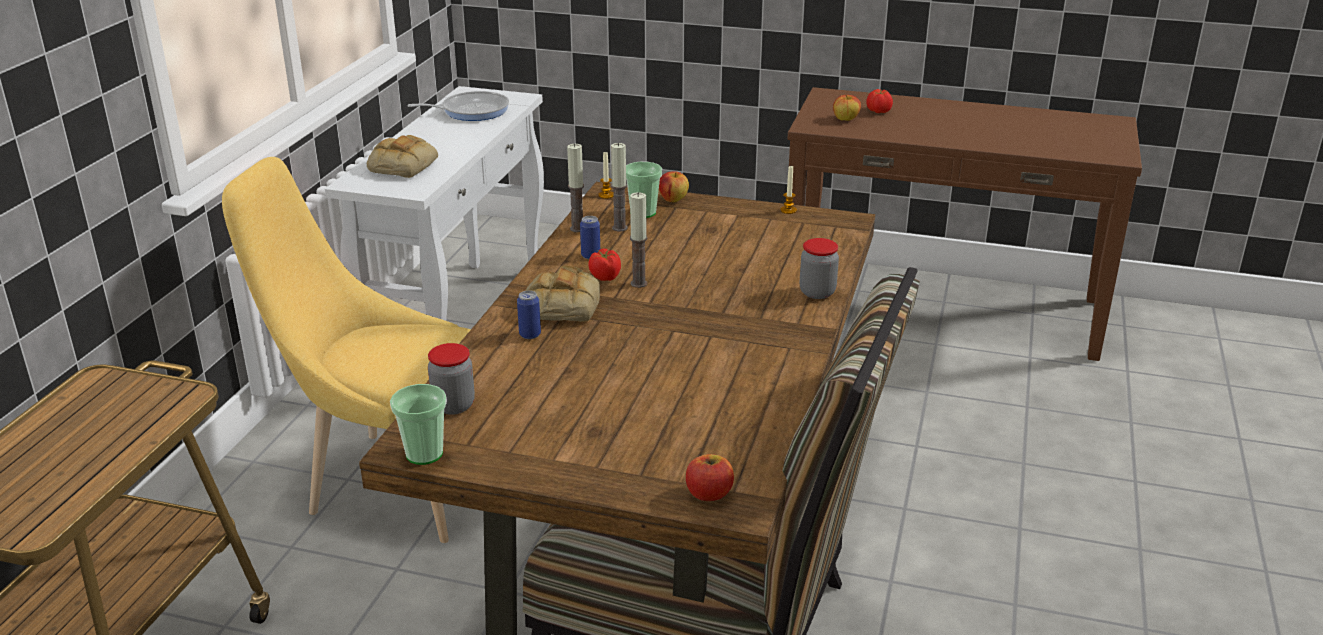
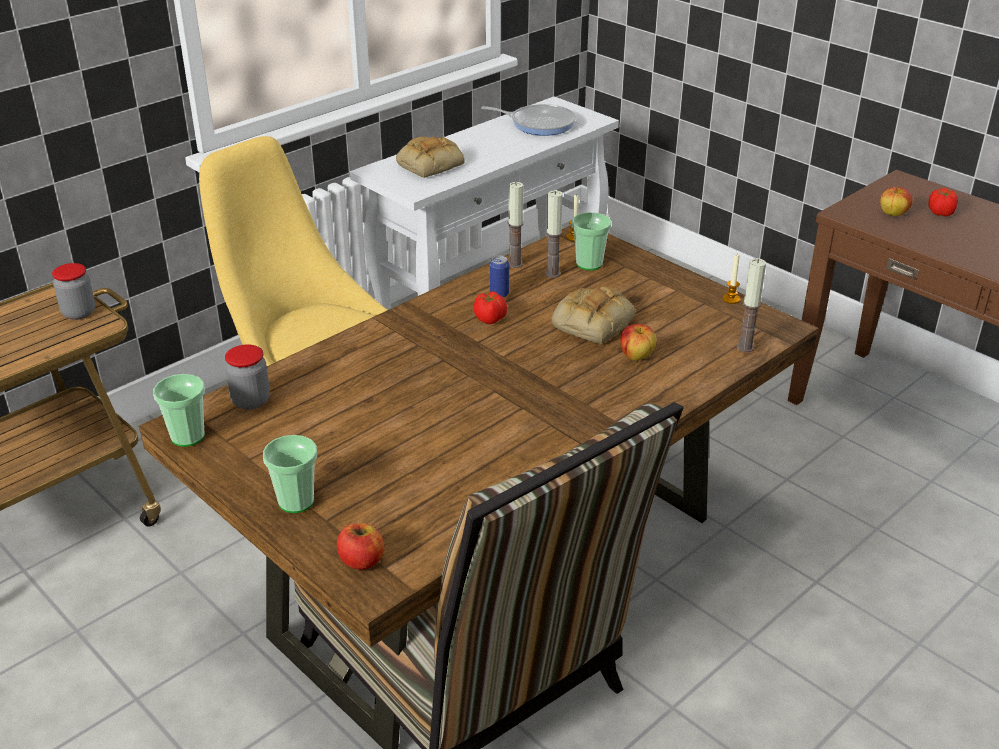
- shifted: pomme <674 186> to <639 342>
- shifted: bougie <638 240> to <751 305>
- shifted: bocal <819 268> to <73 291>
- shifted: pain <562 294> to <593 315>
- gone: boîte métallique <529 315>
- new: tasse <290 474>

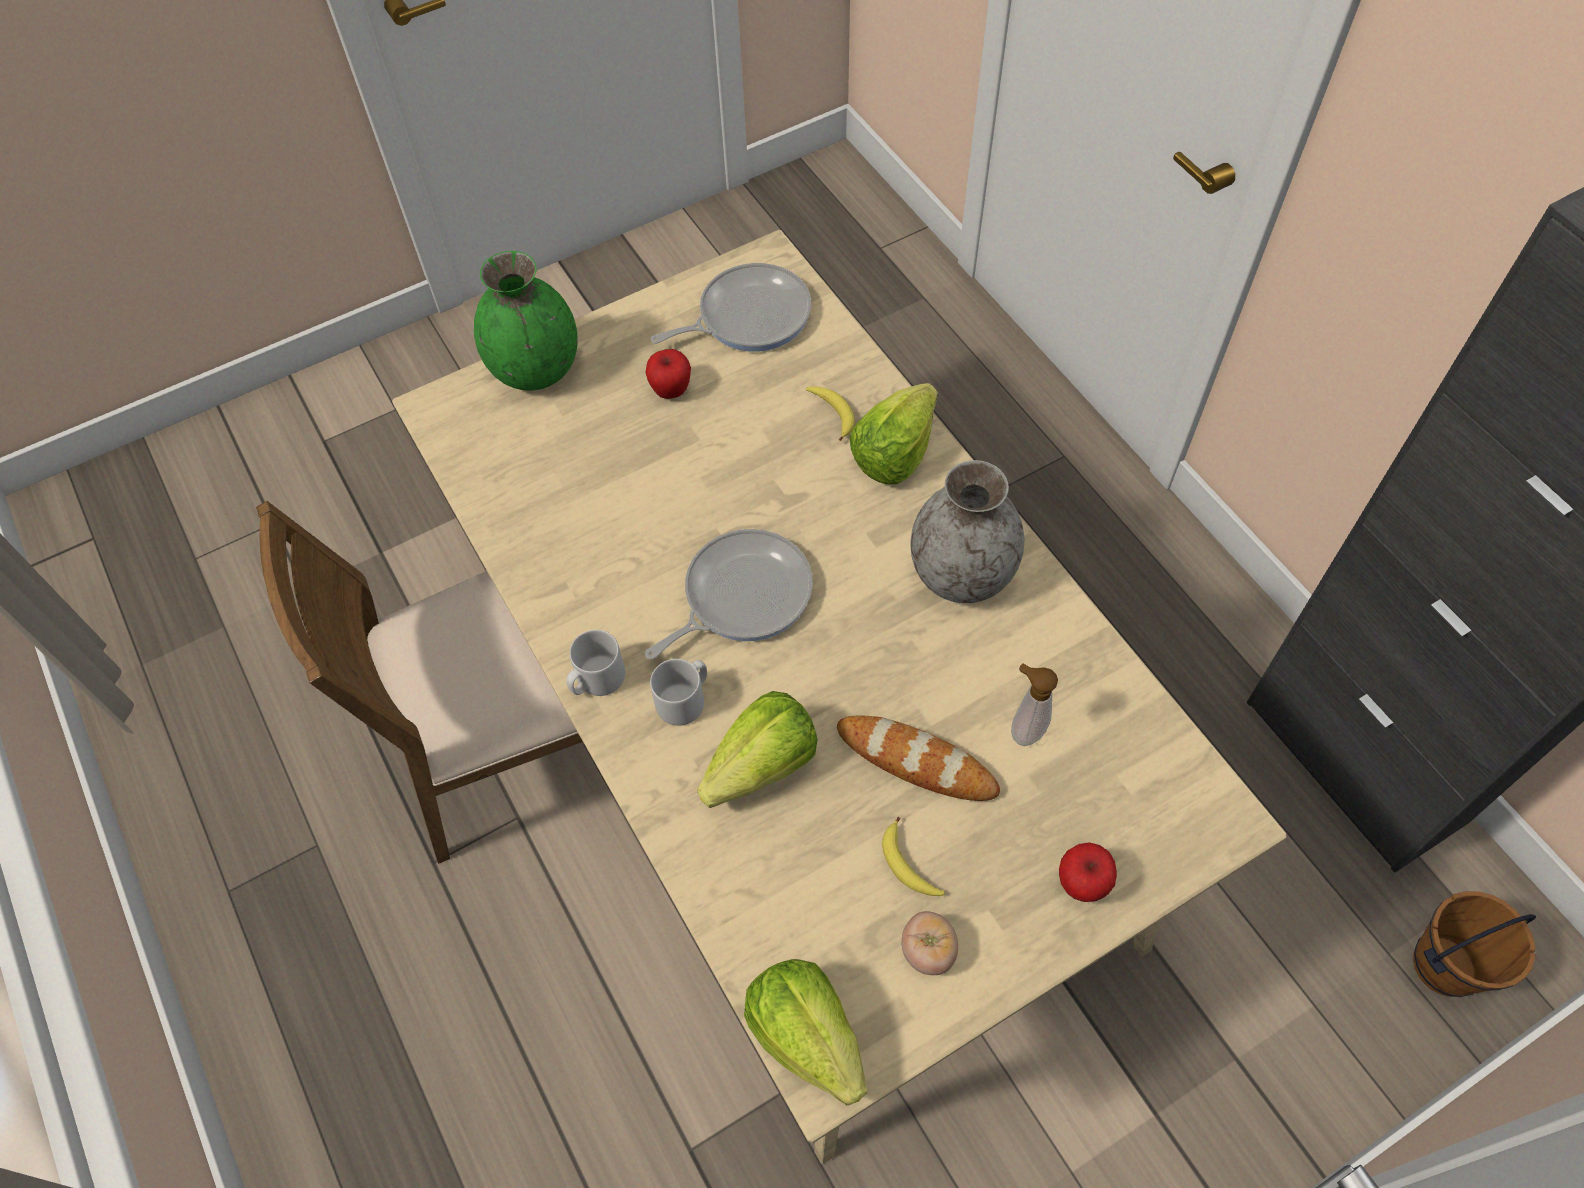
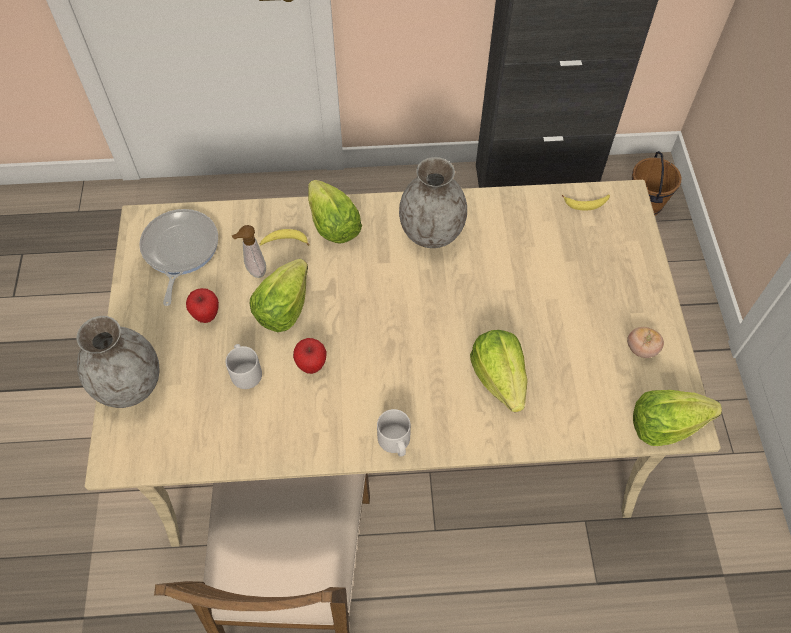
- repainted: vase [vert] <525 321> to vase [gris] <118 362>
- gone: poêle <729 594>
- shifted: mug [gris] <678 692> to <244 366>
- shifted: distributeur de savon <1034 704> to <249 251>
- gone: pain <918 758>
- shifted: banane <913 856> to <586 202>
- shifted: pomme <1088 872> to <310 356>
- new: laitue <279 295>

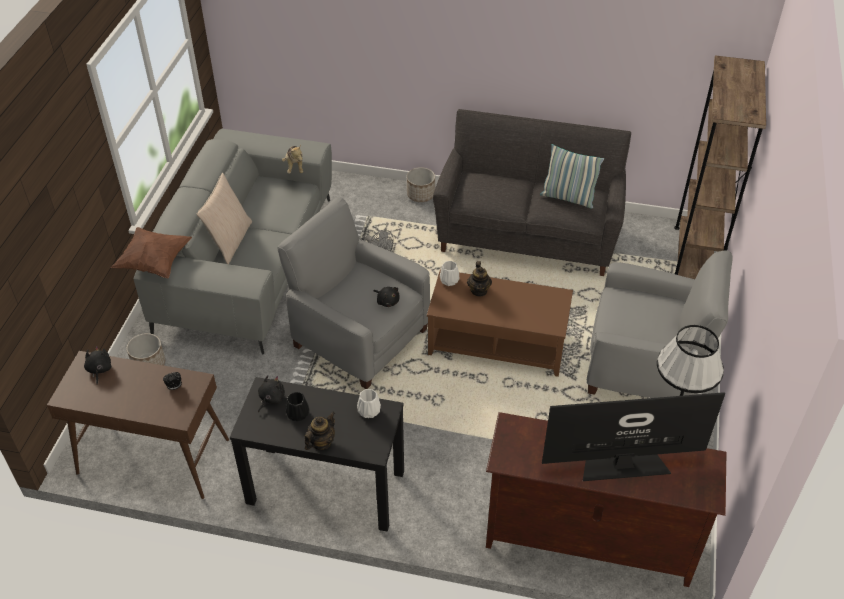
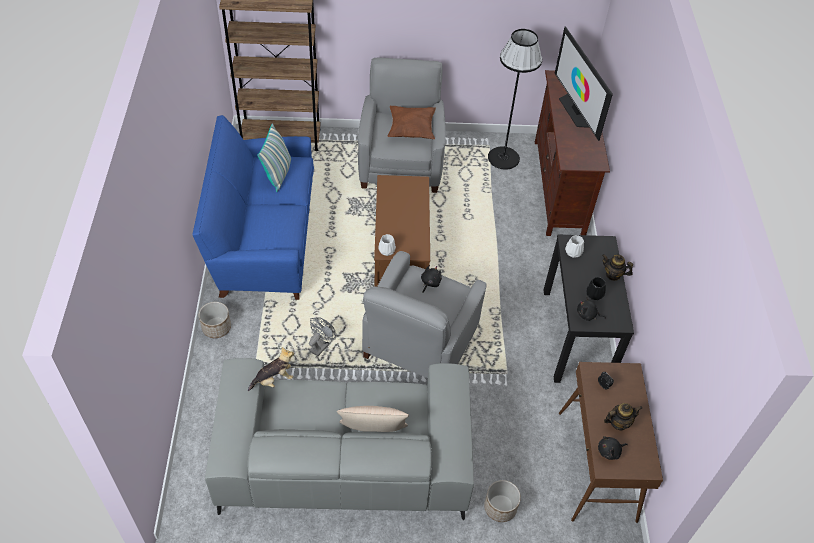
- repainted: canapé [gris] <532 192> to canapé [bleu] <253 207>
- shifted: coussin [marron] <151 252> to <412 122>
- shifted: théière <479 279> to <623 417>

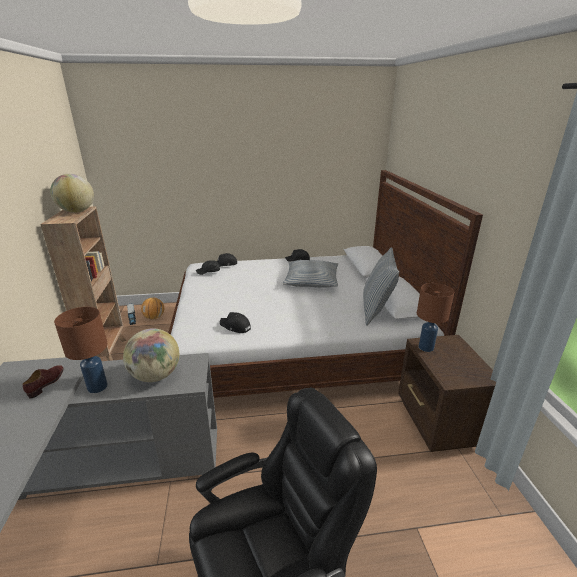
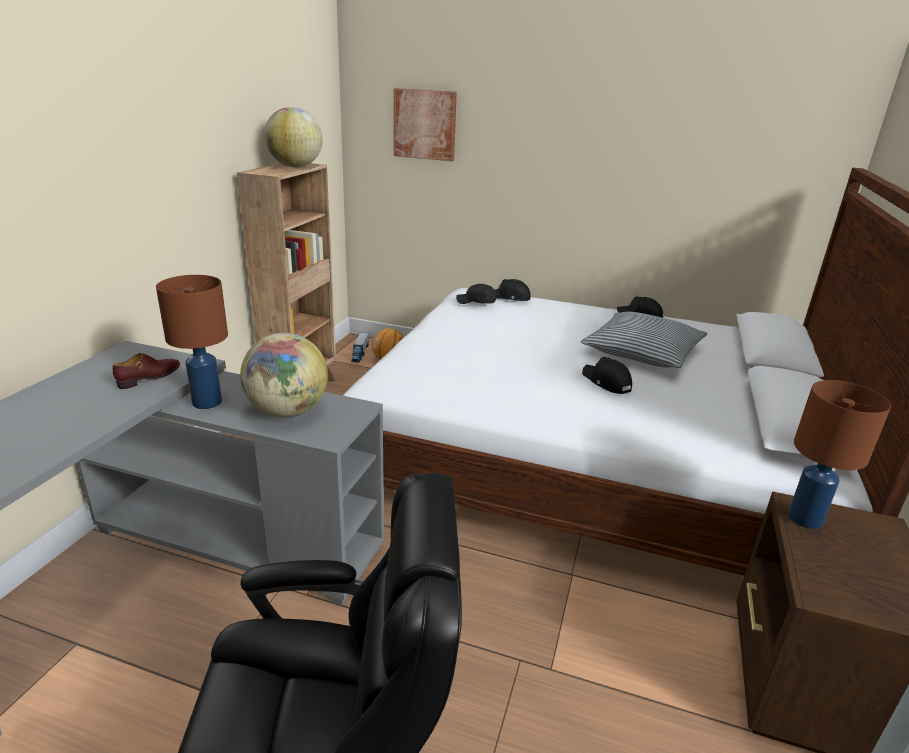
- gone: coussin <381 286>
- shifted: casquette [noir] <235 322> to <607 375>
- new: tableau <425 124>

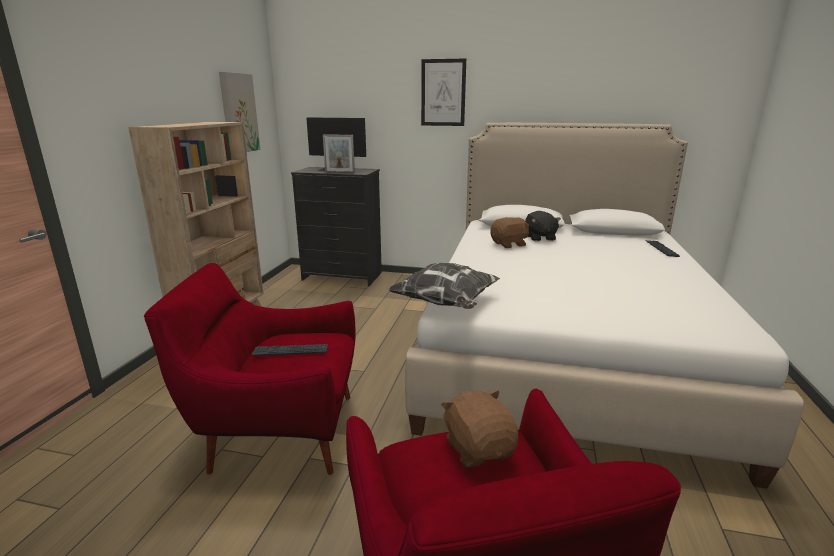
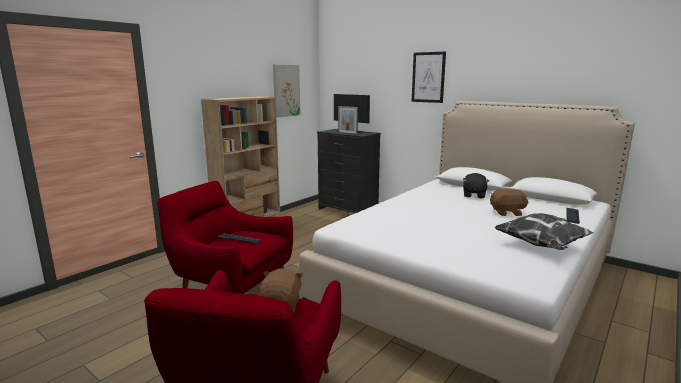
- shifted: peluche [marron] <509 232> to <509 202>
- shifted: coussin <444 286> to <544 231>

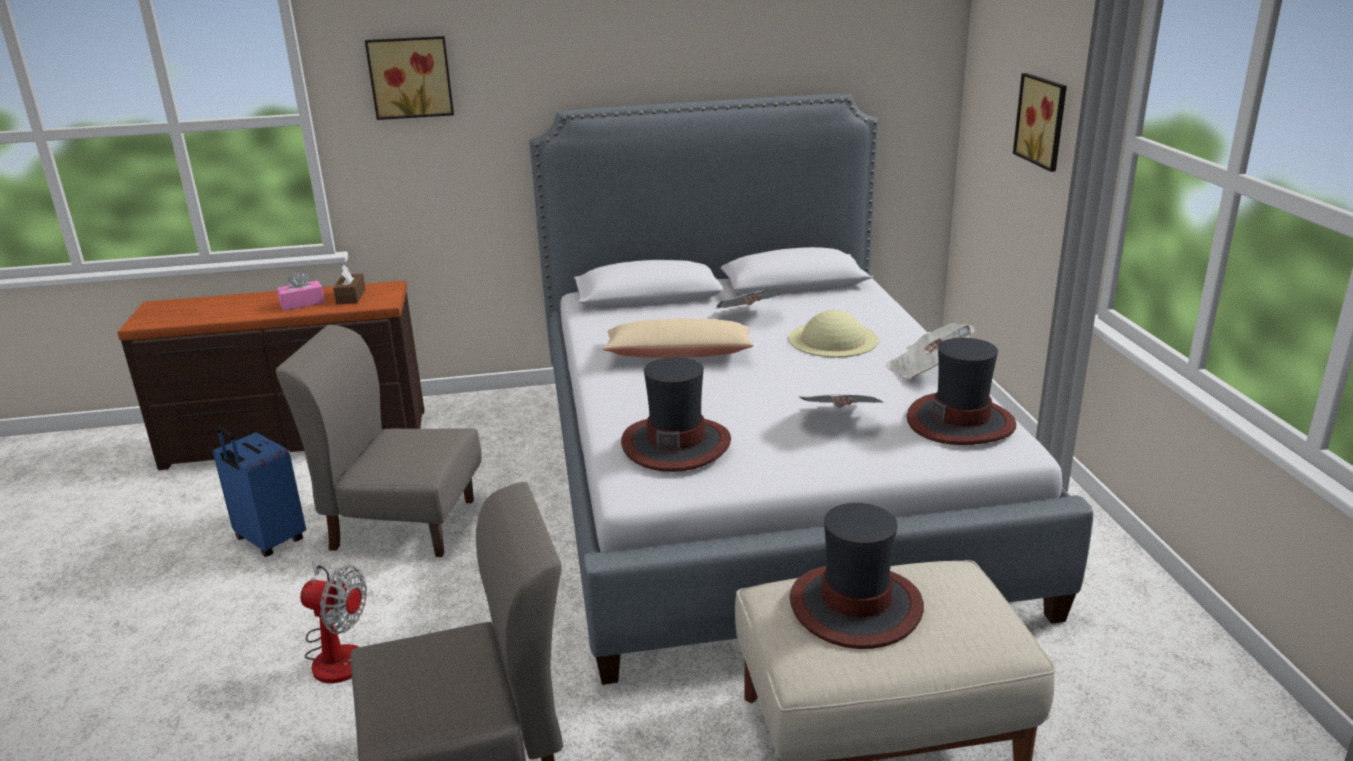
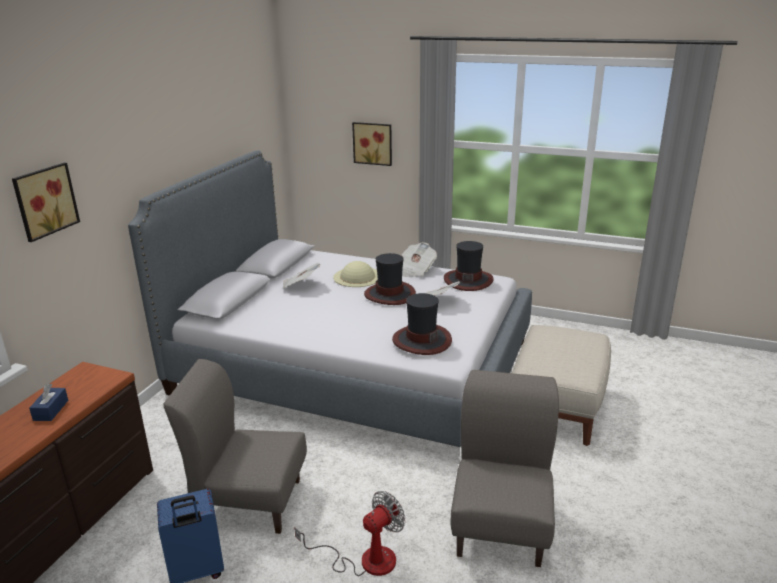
- gone: boîte à mouchoirs [marron] <349 284>
- repainted: boîte à mouchoirs [rose] <301 291> to boîte à mouchoirs [bleu] <48 402>
- gone: coussin [beige] <678 338>
- rotated: chaise [gris] <379 441> = <235 446> 60 degrees clockwise
- shifted: chapeau <857 576> to <390 279>

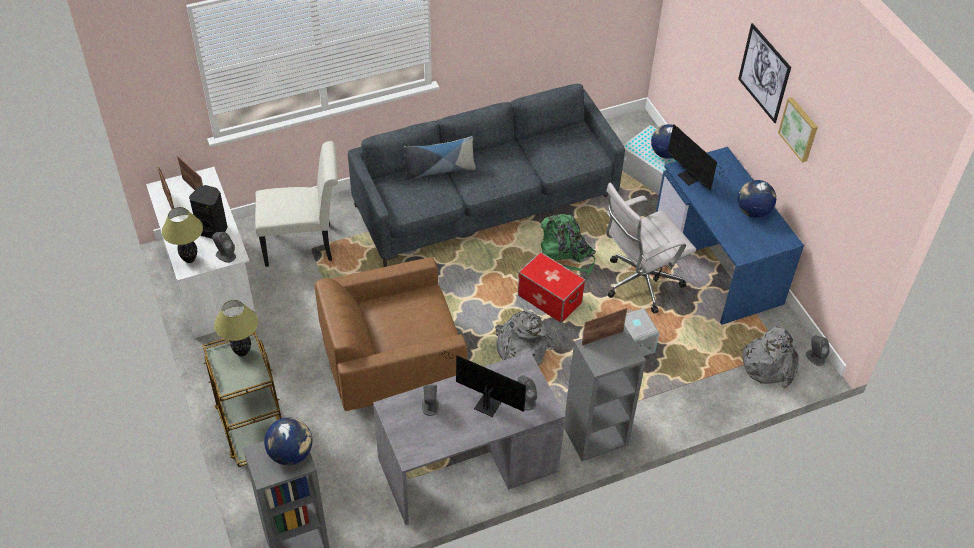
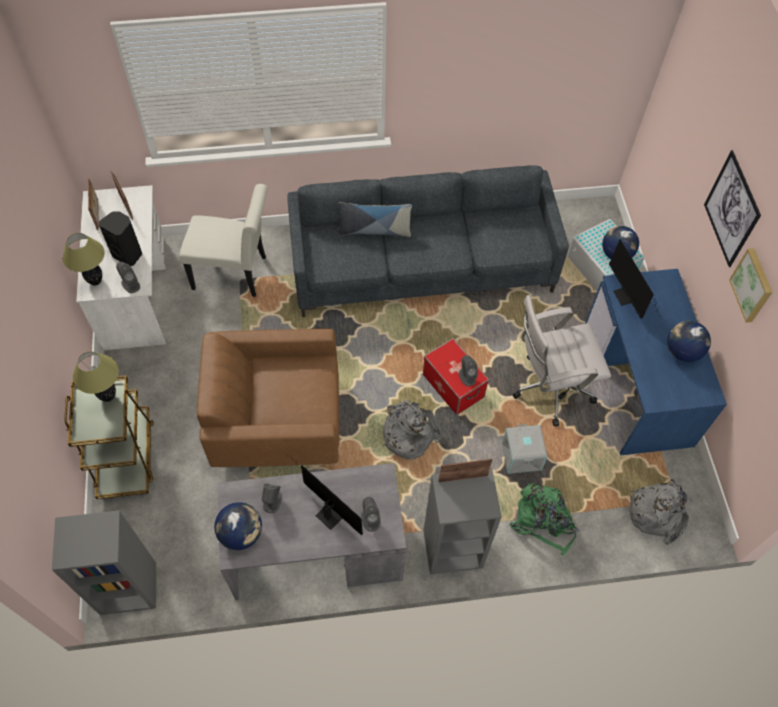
- shifted: sac à dos [vert] <568 244> to <543 519>
- shifted: enceinte [gris] <818 351> to <468 370>
- shifted: globe <288 441> to <238 526>

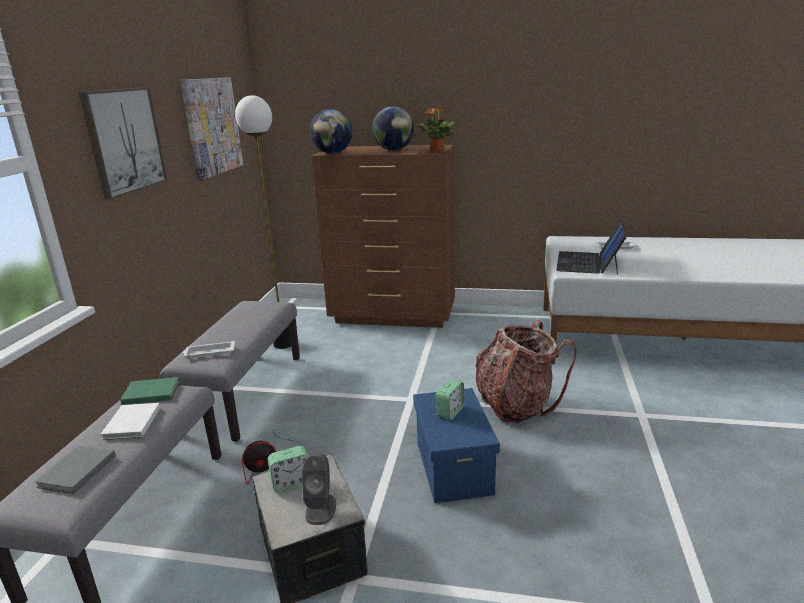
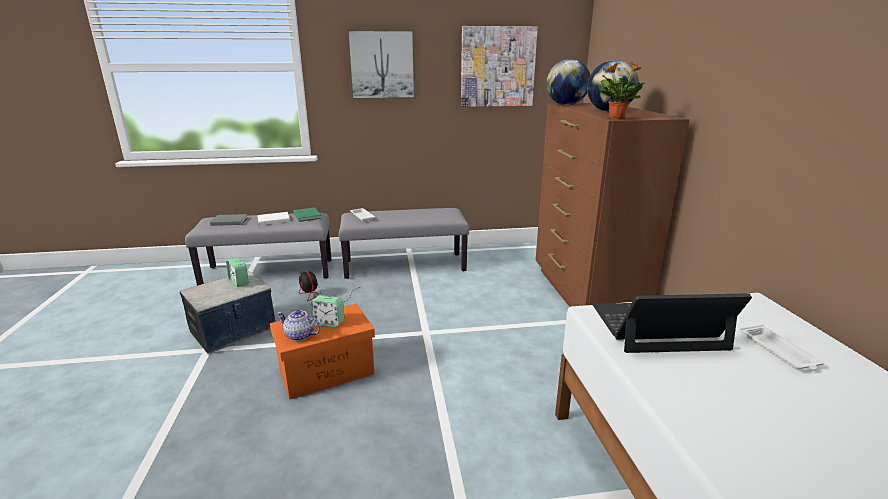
- gone: lampadaire <263 222>
- gone: sac à dos <525 371>
- repainted: boîte de rangement [bleu] <456 445> to boîte de rangement [orange] <322 351>
- gone: enceinte [gris] <319 489>
- new: théière <298 325>

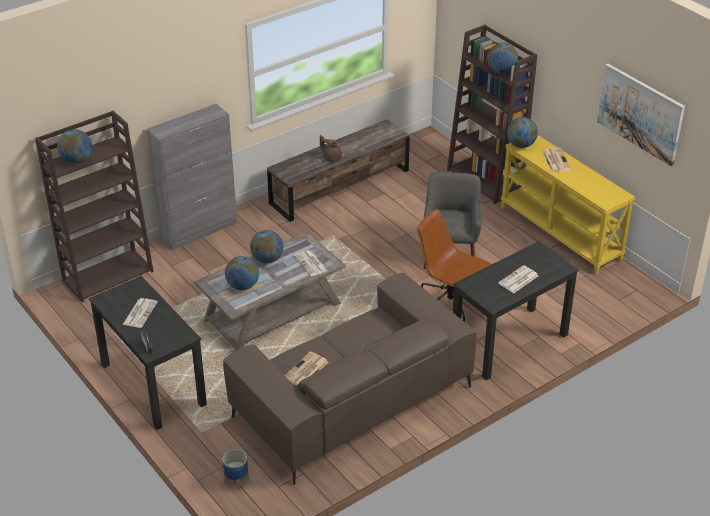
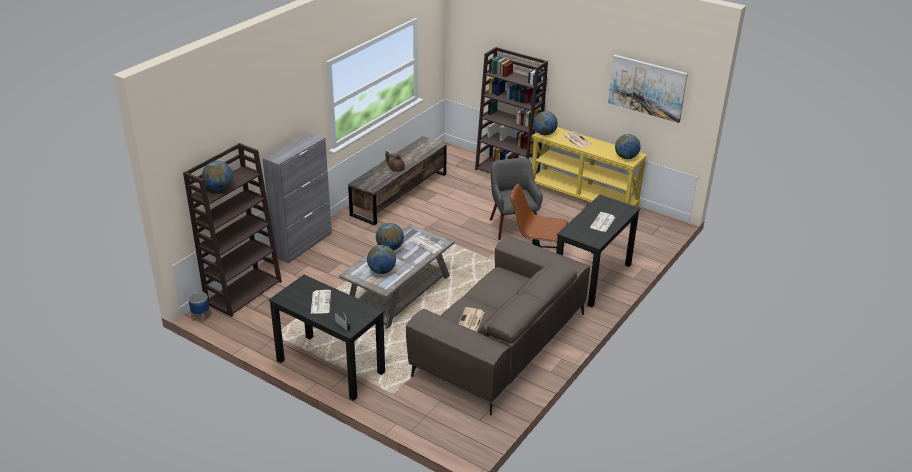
- shifted: globe <502 58> to <628 146>
- shifted: cache-pot <235 469> to <199 307>

